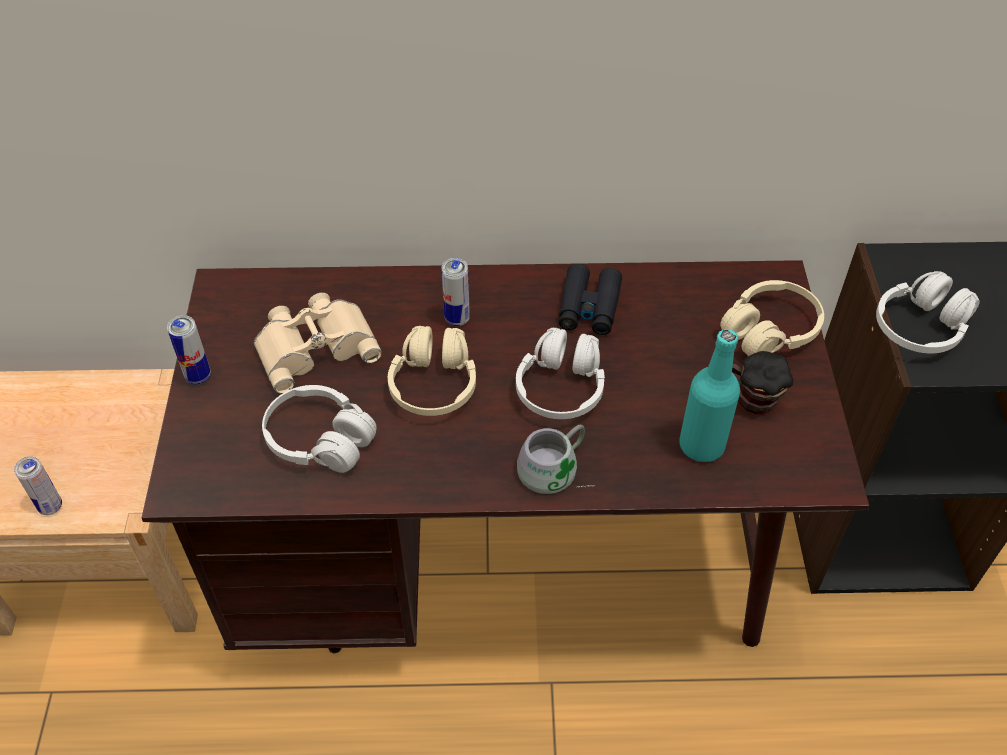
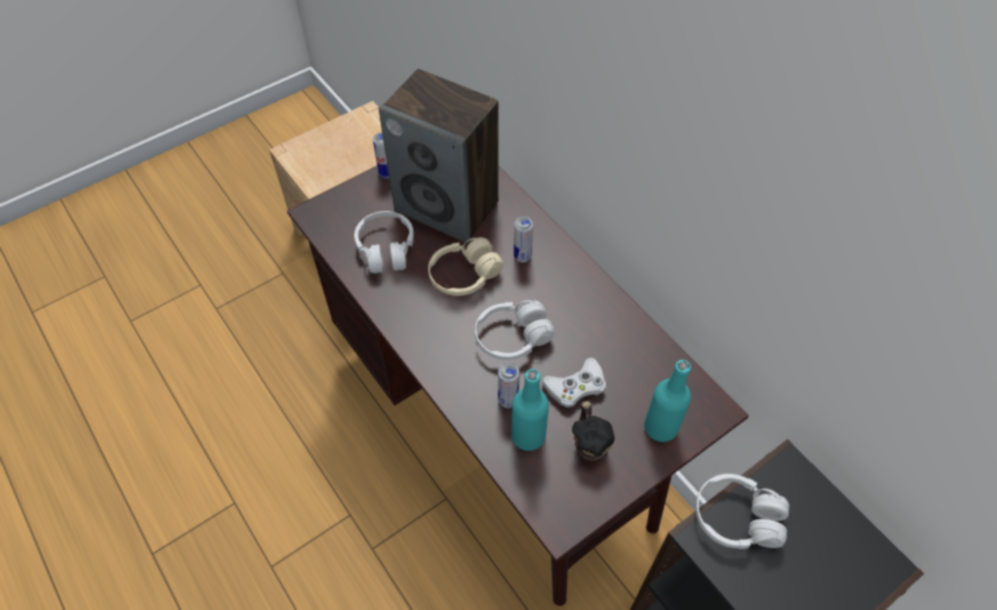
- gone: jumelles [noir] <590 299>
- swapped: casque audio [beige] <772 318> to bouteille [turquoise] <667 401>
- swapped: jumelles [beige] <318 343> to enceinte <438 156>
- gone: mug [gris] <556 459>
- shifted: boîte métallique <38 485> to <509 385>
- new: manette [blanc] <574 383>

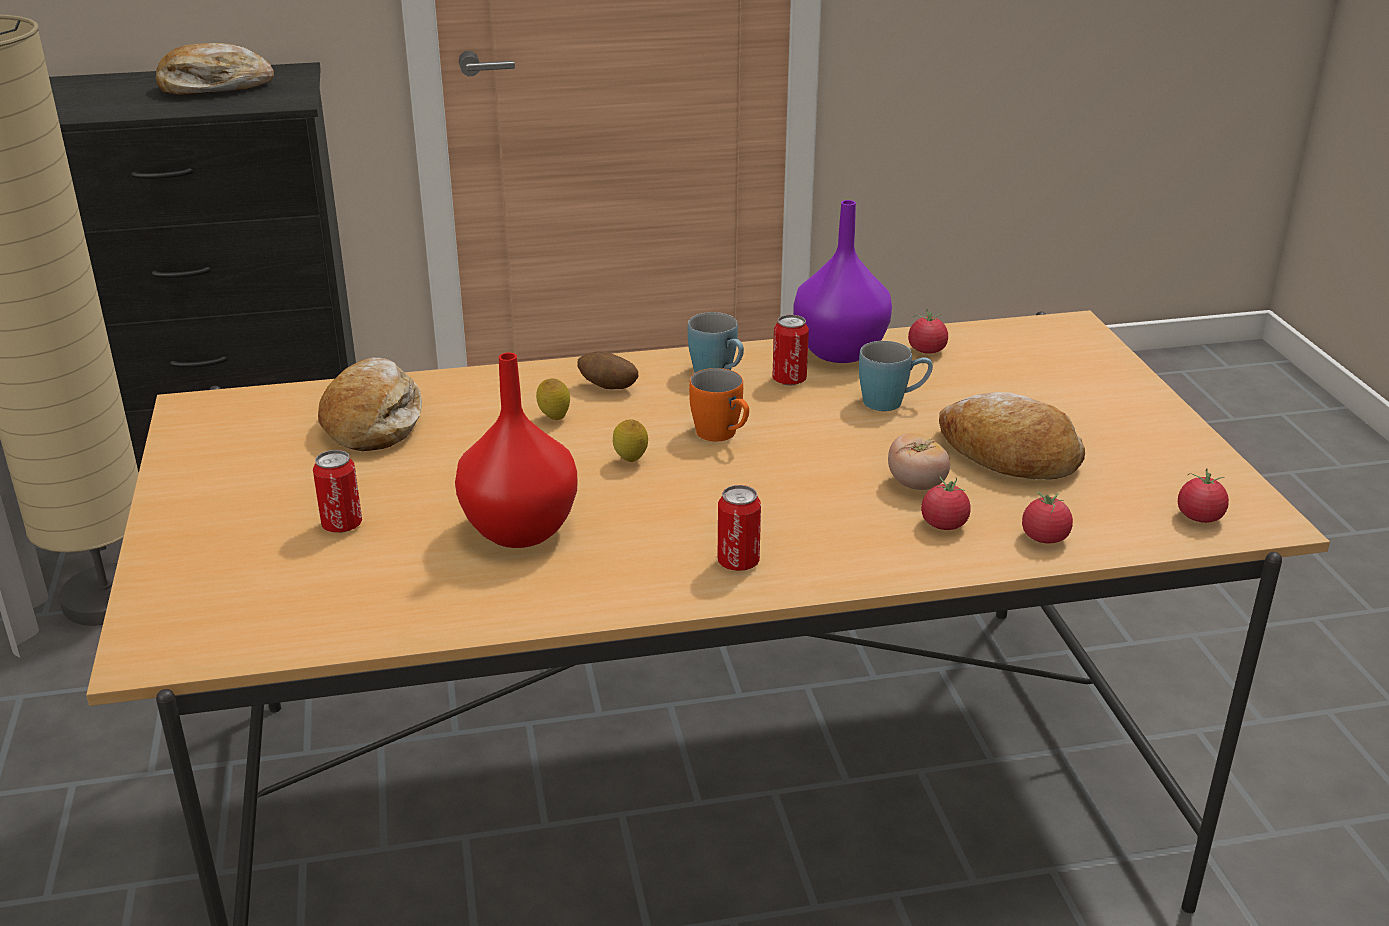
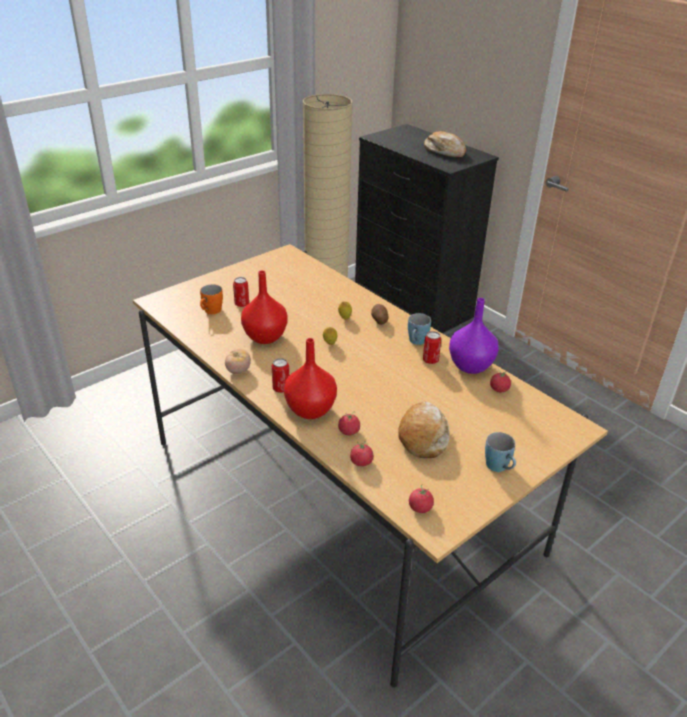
- shifted: mug [bleu] <896 376> to <500 452>
- gone: pain <370 404>
- shifted: mug [orange] <719 404> to <211 299>
- shifted: tomate <919 461> to <238 361>
- new: vase [rouge] <310 378>

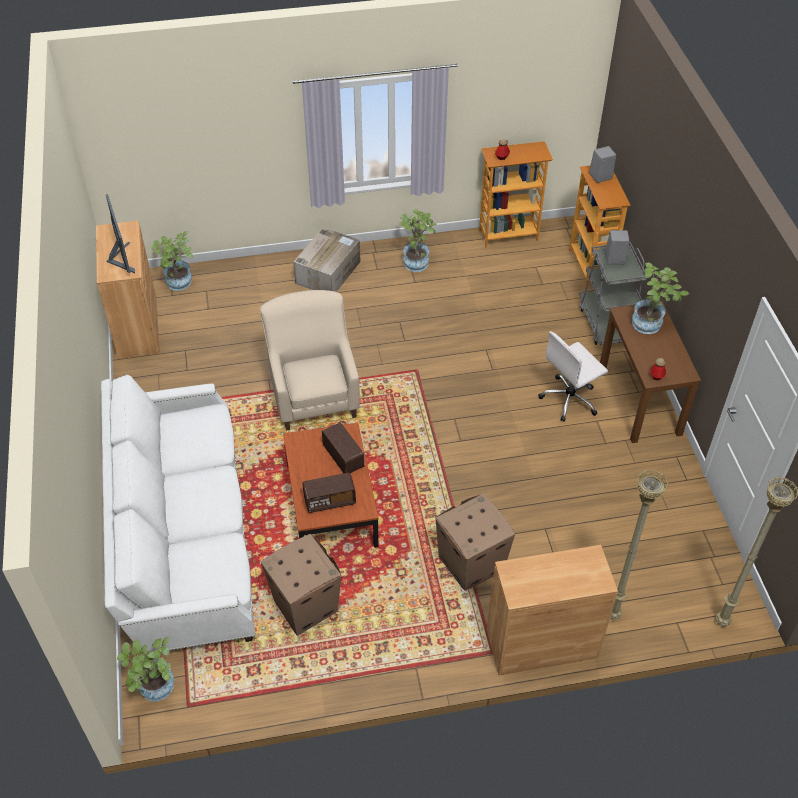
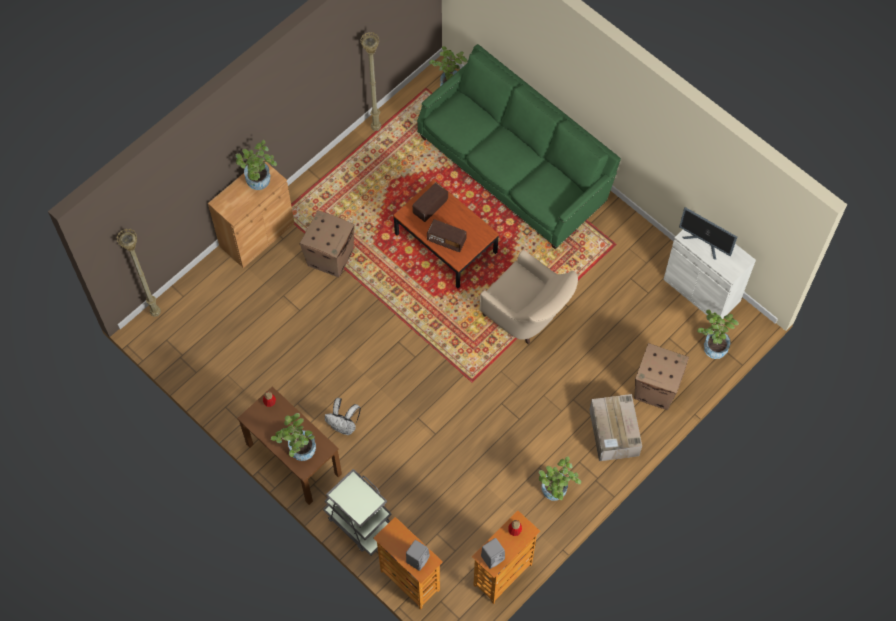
- repainted: meuble de rangement [marron] <128 289> to meuble de rangement [blanc] <709 266>
- shifted: enceinte [gris] <617 247> to <493 553>
- swapped: chaise de bureau [blanc] <573 376> to sac à dos [blanc] <343 416>
- repainted: canapé [blanc] <178 513> to canapé [vert] <519 146>
- shifted: lampadaire [beige] <639 544> to <370 81>
- shifted: carton <301 585> to <661 376>
- new: plante en pot <256 165>

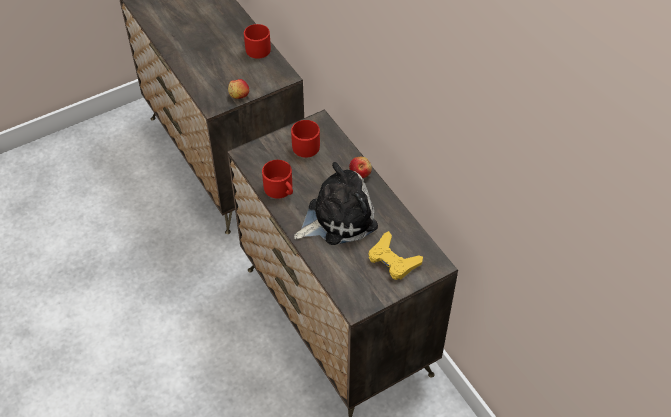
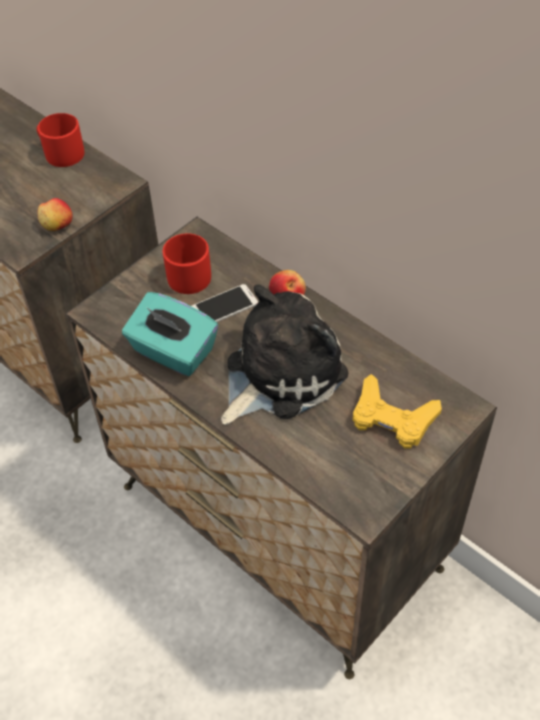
- swapped: mug [rouge] <277 179> to boîte à mouchoirs [turquoise] <170 334>
- new: téléphone <225 303>

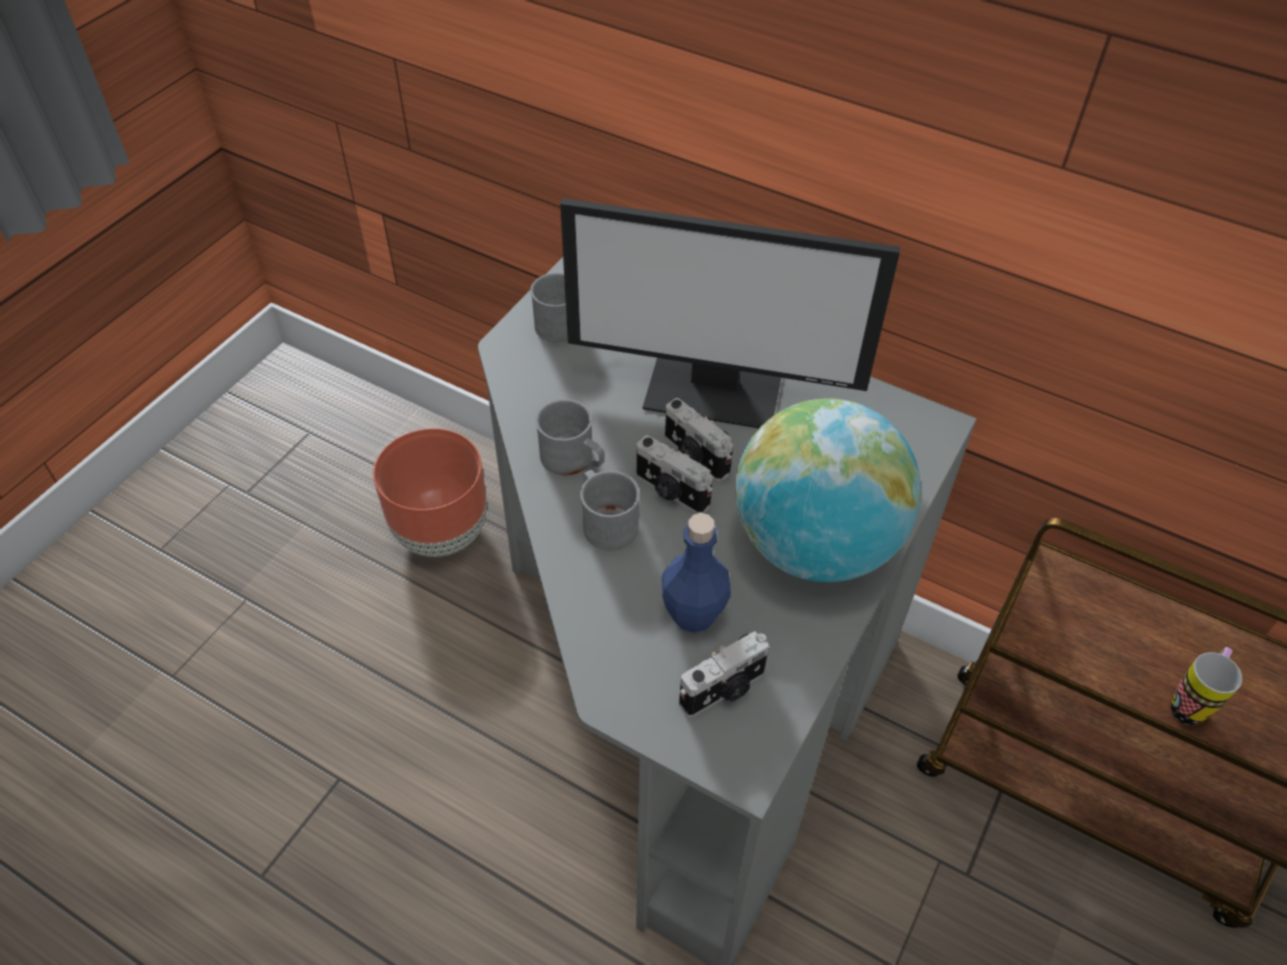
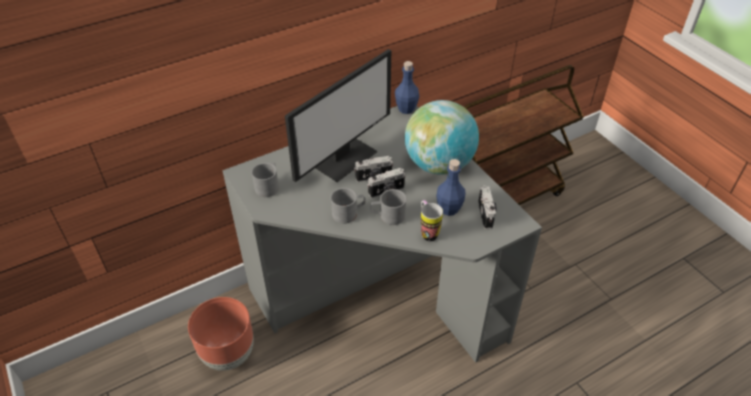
- shifted: mug <1206 686> to <432 221>
- new: bouteille [bleu] <407 87>

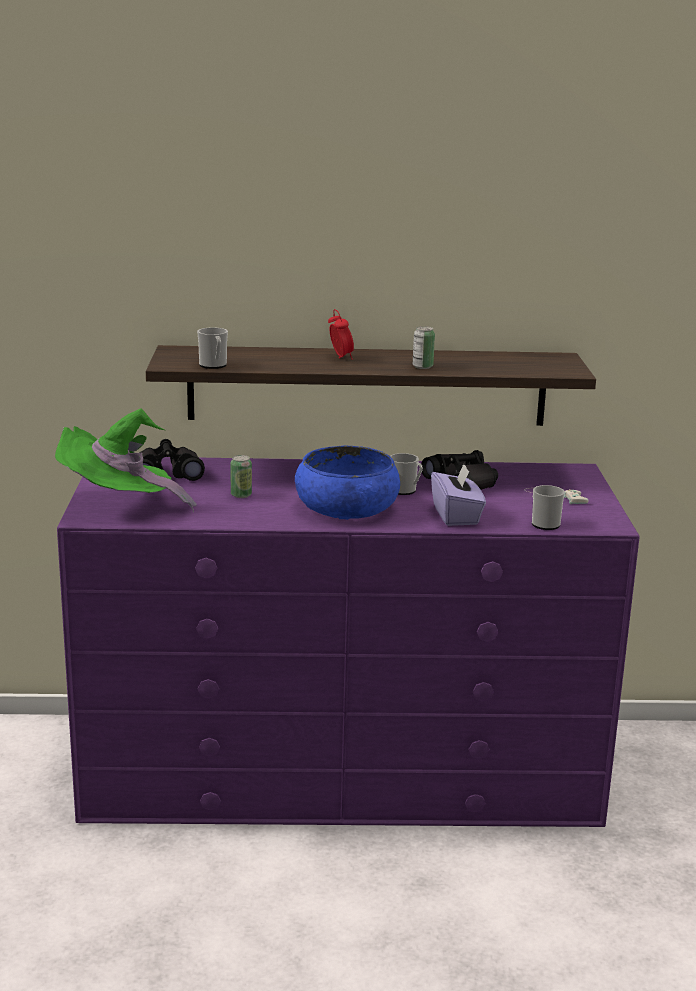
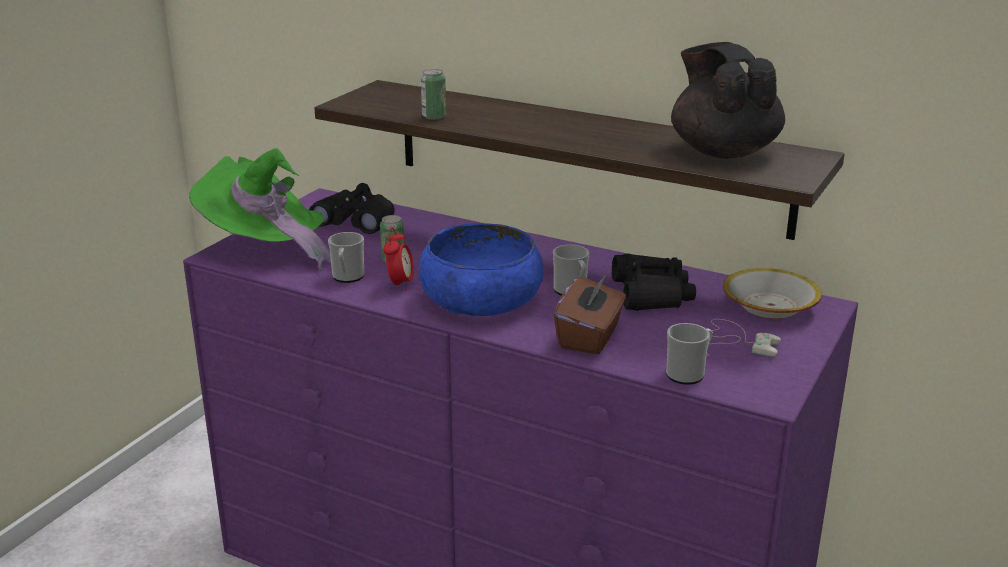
- shifted: réveil <341 334> to <398 259>
- shifted: boîte métallique <424 347> to <433 94>
- shifted: mug <212 348> to <346 257>
- repainted: boîte à mouchoirs [violet] <458 495> to boîte à mouchoirs [marron] <590 314>
- new: théière [noir] <728 100>
- new: bol <772 293>

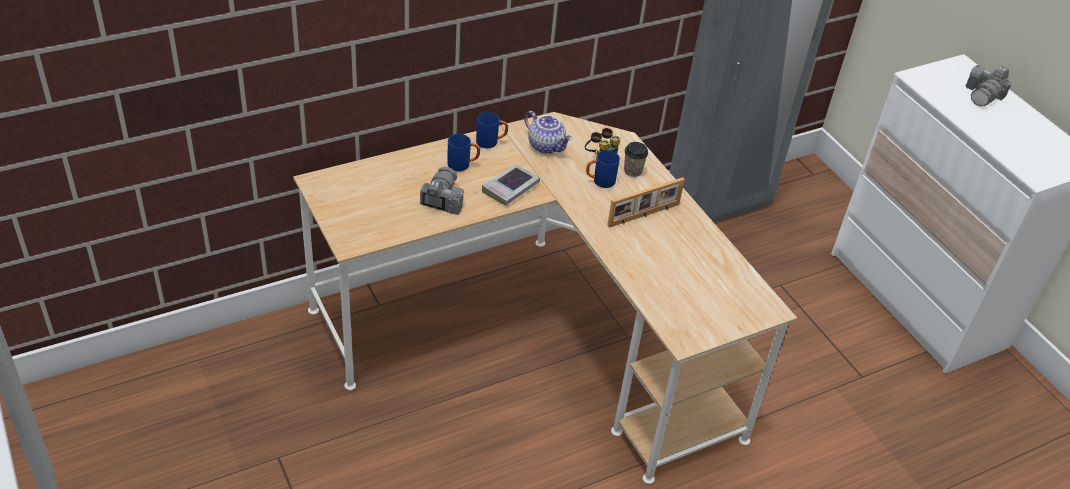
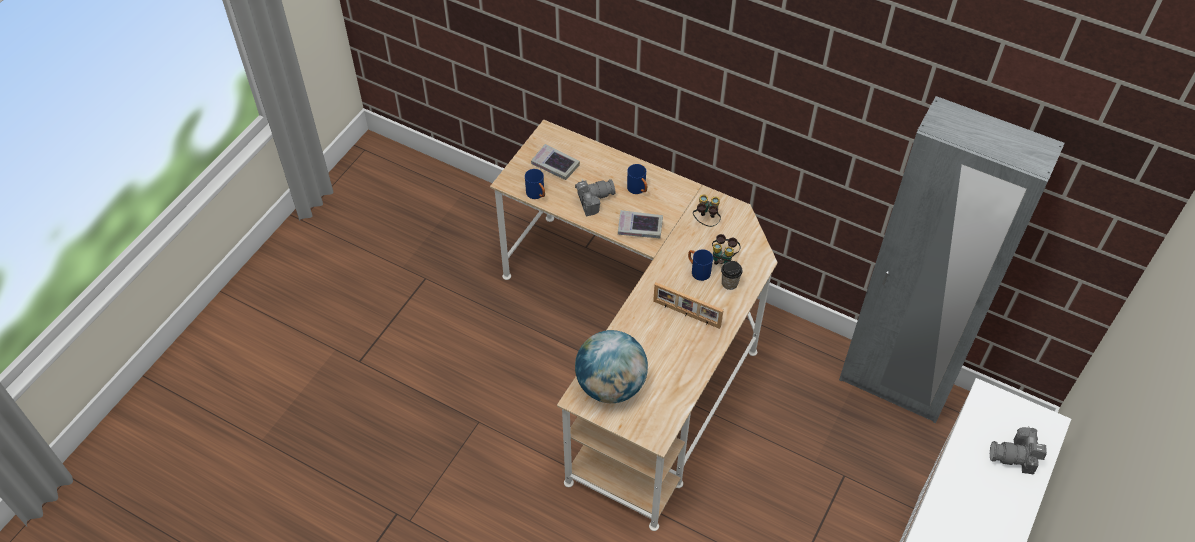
- swapped: théière <548 132> to jumelles <707 210>
- shifted: mug [bleu] <492 130> to <535 184>
- new: livre <555 162>
- new: globe <611 366>

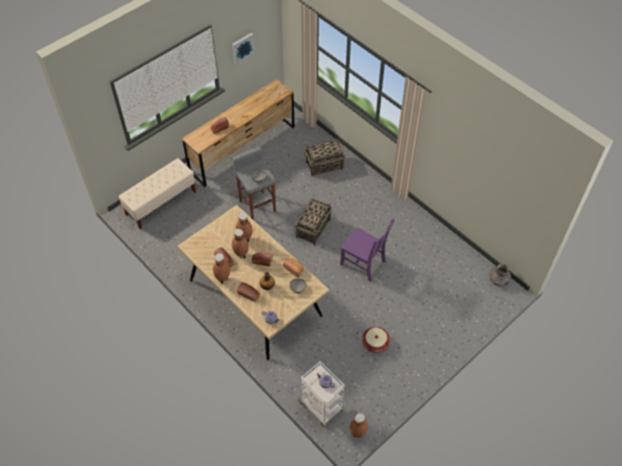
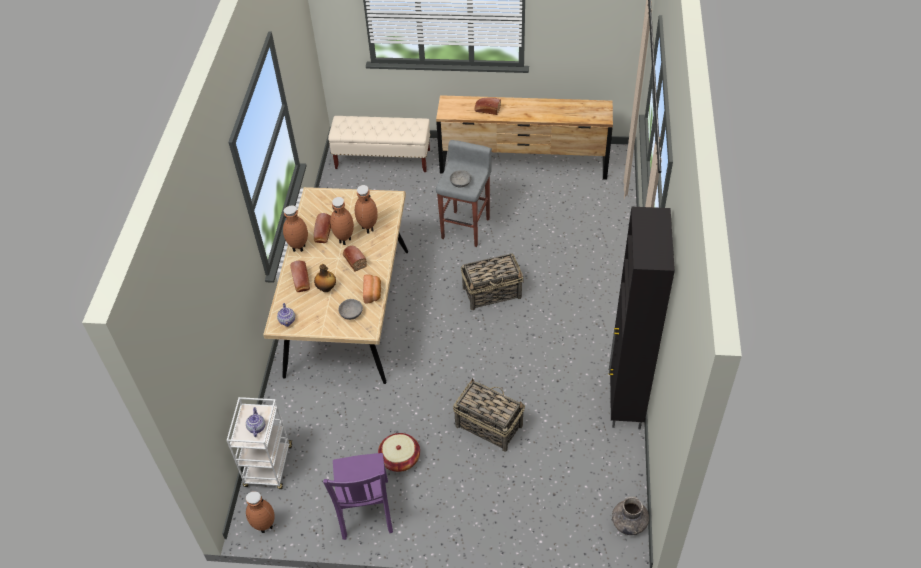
- gone: tableau <243 48>
- shifted: panier <325 157> to <489 415>
- shifted: chaise [violet] <367 250> to <358 496>
- new: meuble de rangement [noir] <641 318>

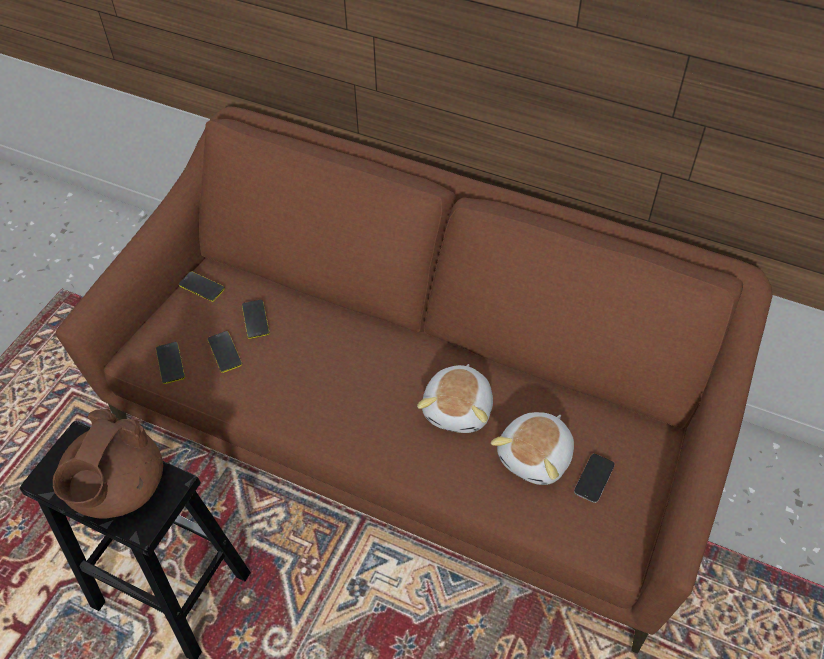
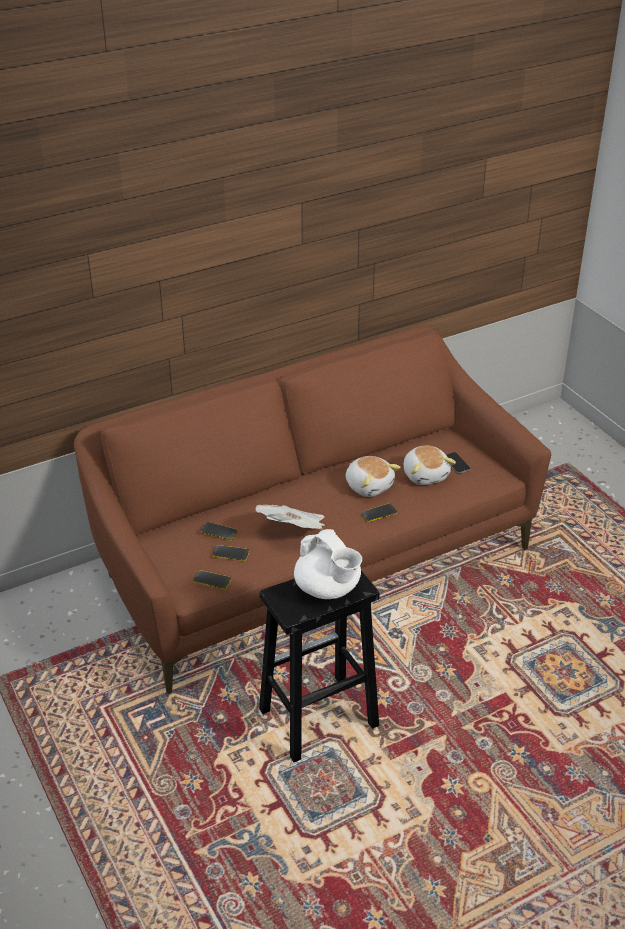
- shifted: téléphone <202 286> to <379 512>
- repainted: théière [marron] <108 464> to théière [blanc] <328 564>
- new: journal <290 517>

